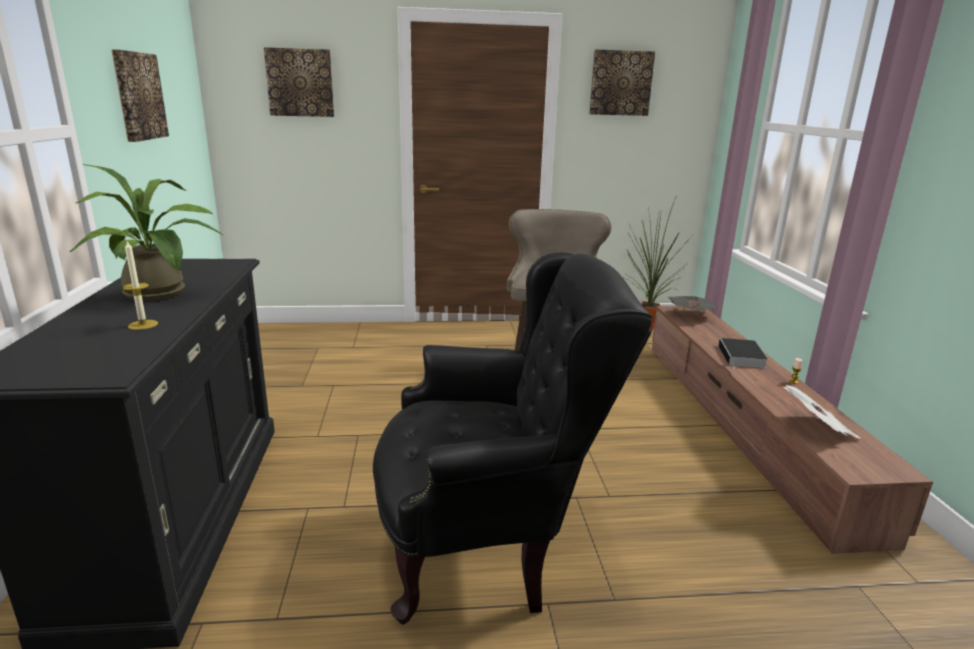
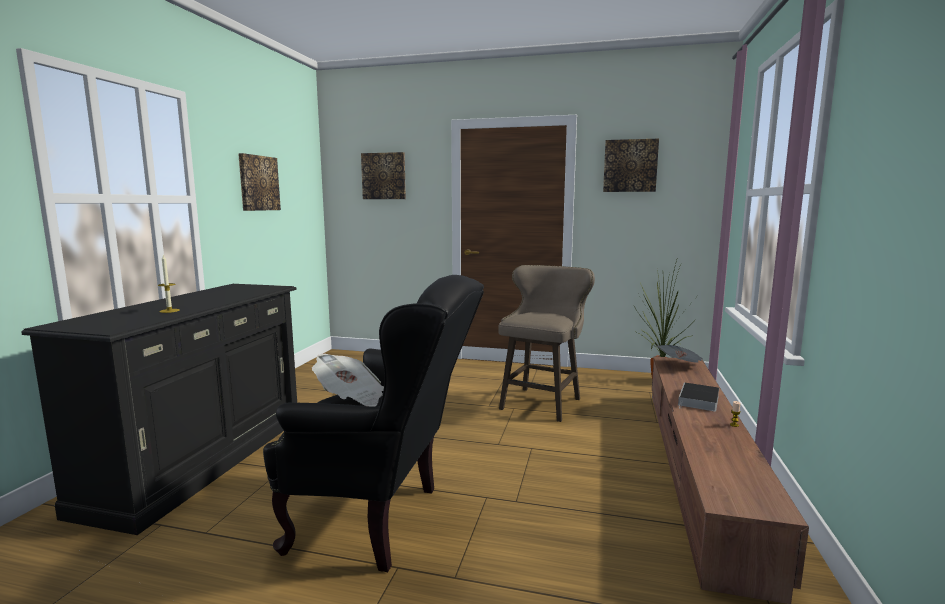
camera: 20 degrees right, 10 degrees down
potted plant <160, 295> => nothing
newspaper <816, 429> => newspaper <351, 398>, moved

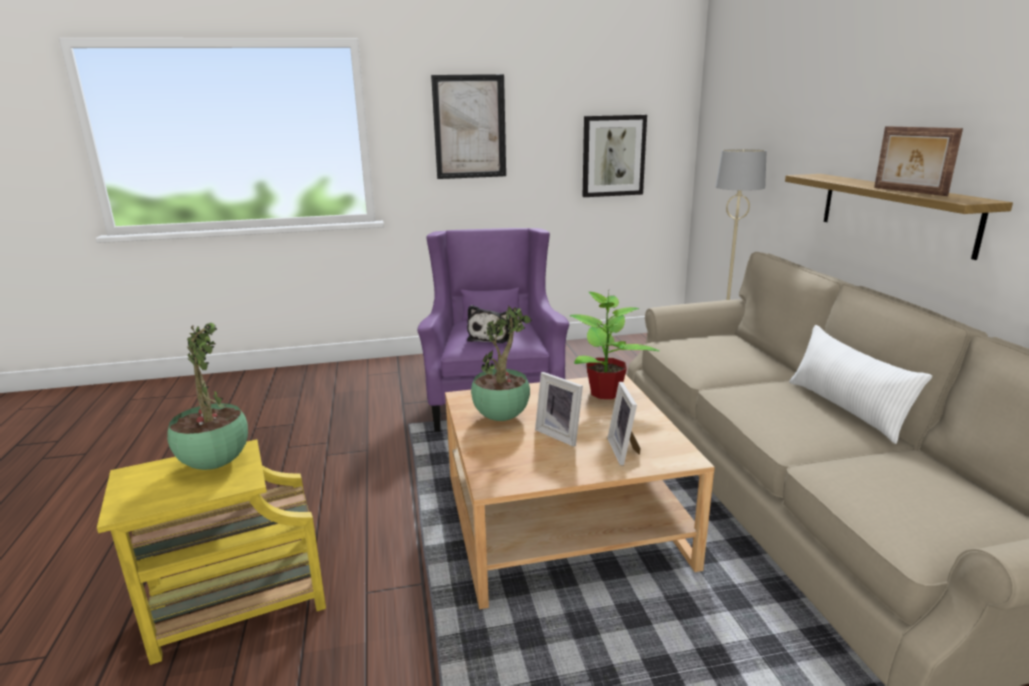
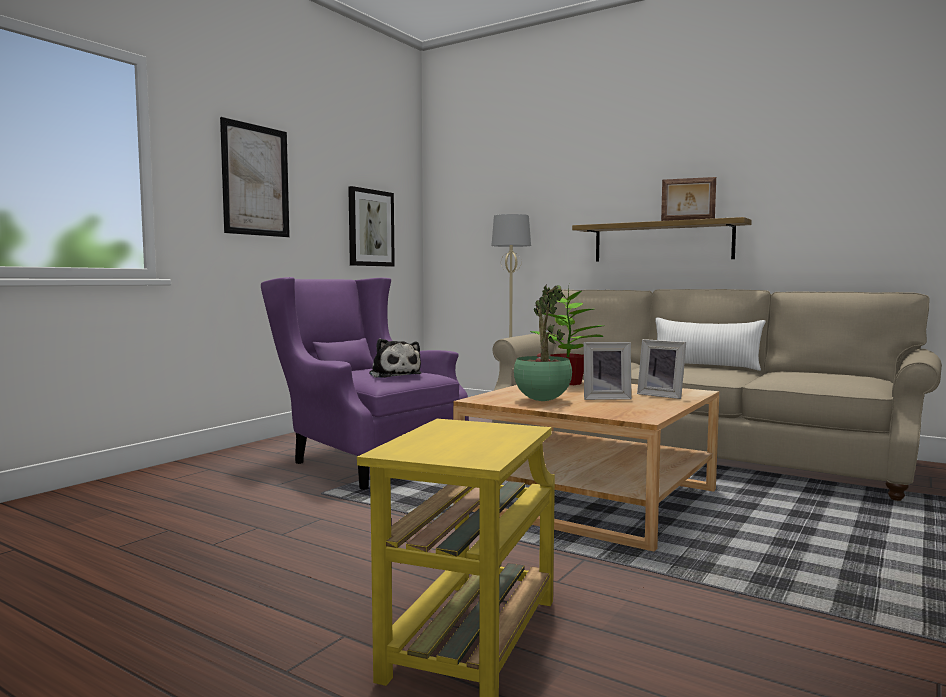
camera: 45 degrees left, 15 degrees down
potted plant <214, 463> => nothing

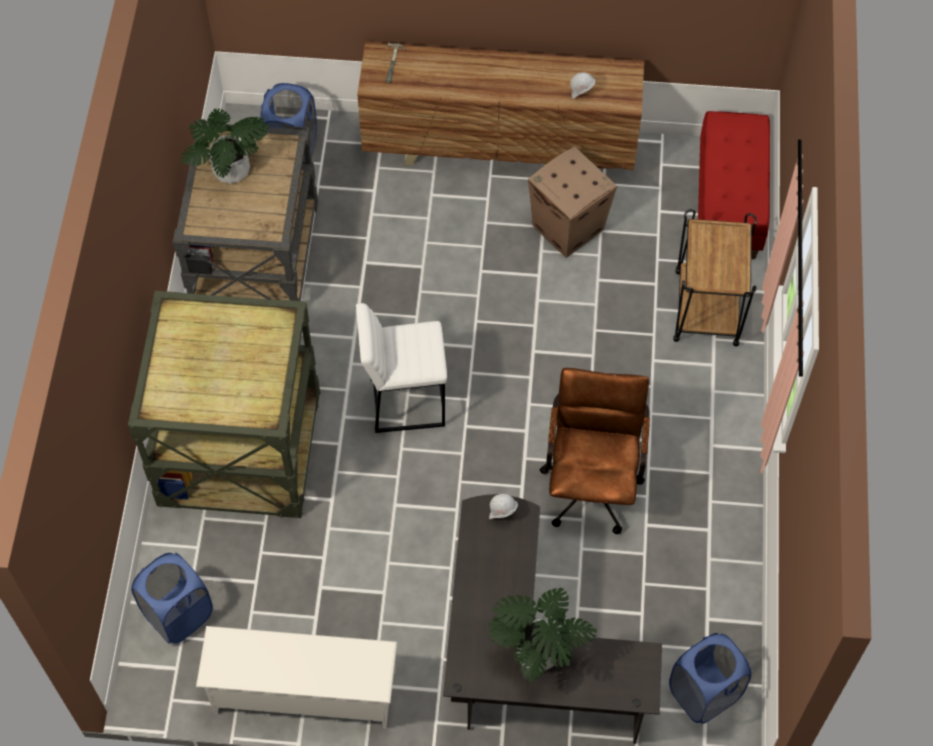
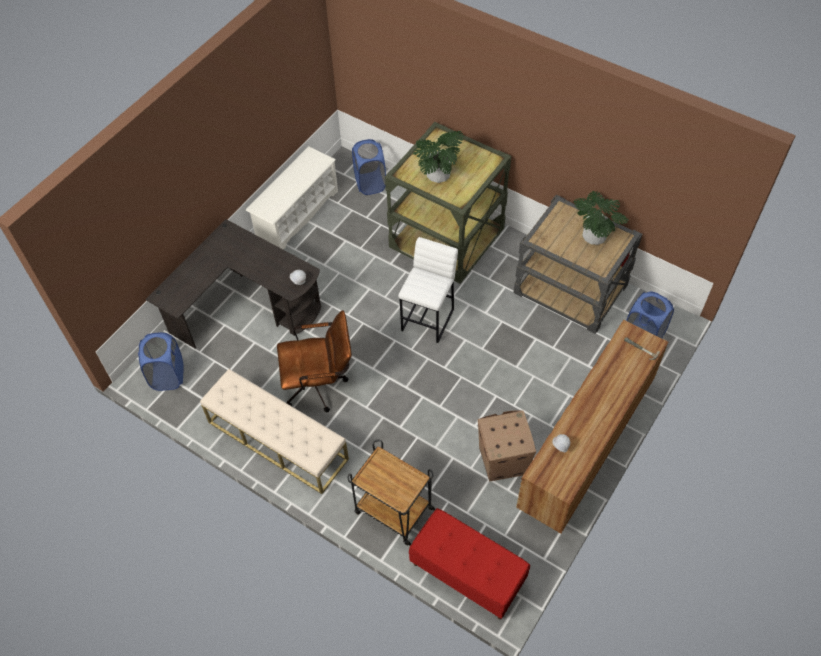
camera: 120 degrees right, 5 degrees down
nothing => beige bench <277, 440>
potted plant <537, 653> => potted plant <438, 175>, moved
brown office chair <592, 481> => brown office chair <320, 385>, 45 degrees counterclockwise

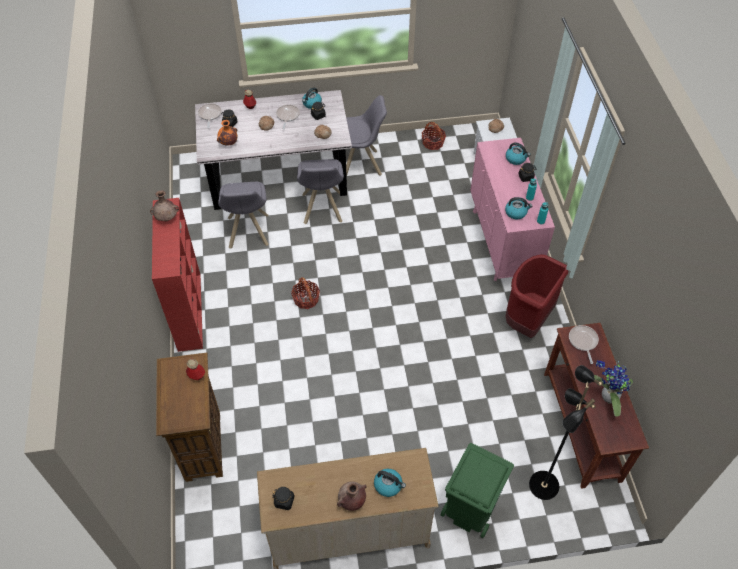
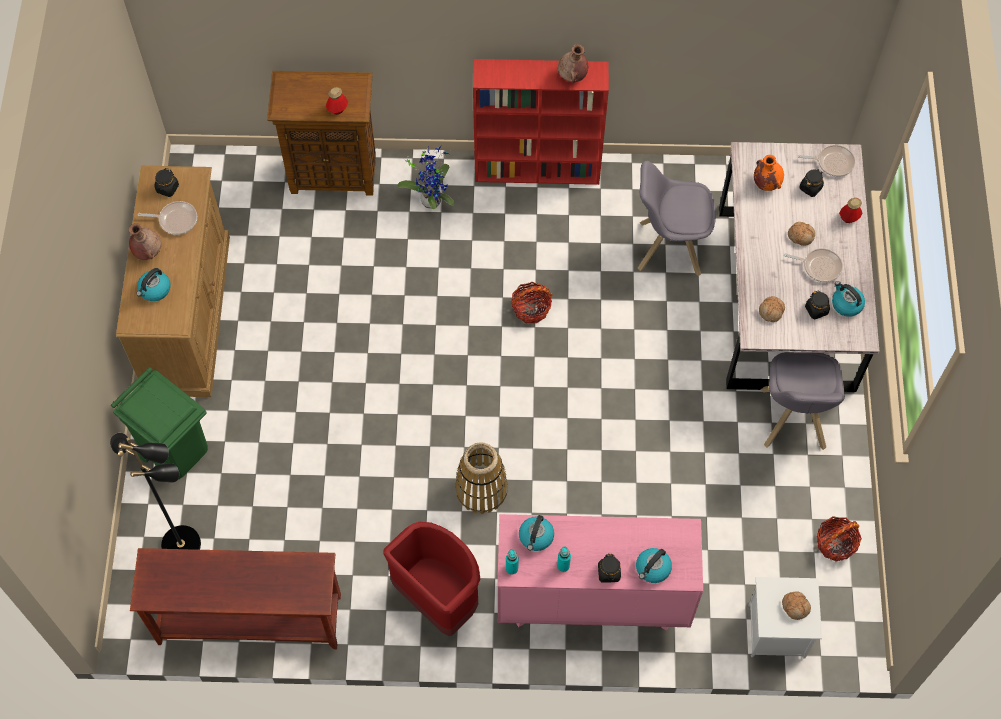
camera: 100 degrees right, 10 degrees up
grey chair <322, 208> => nothing
nothing => basket <481, 489>
frying pan <583, 341> => frying pan <176, 220>, moved
potted plant <607, 396> => potted plant <431, 198>, moved

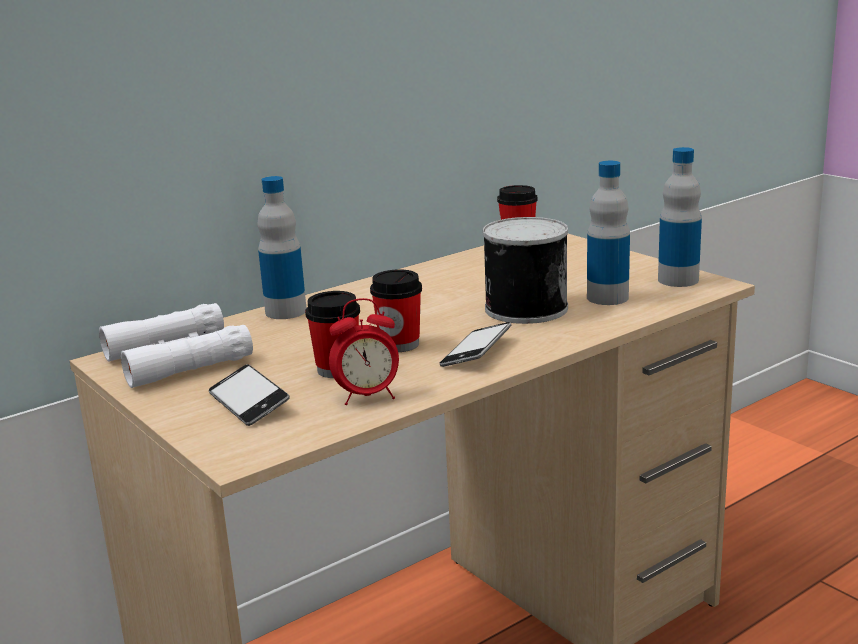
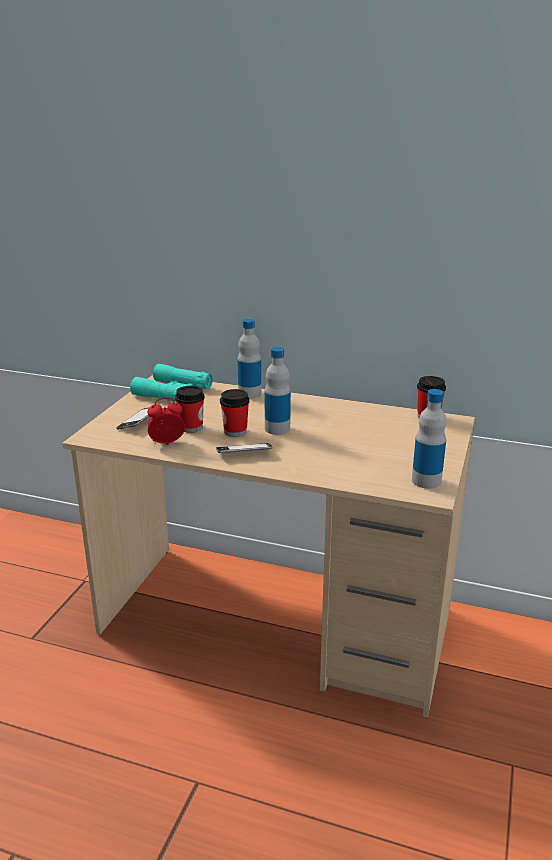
camera: 55 degrees right, 5 degrees up
can <524, 308> => nothing
bottle <607, 297> => bottle <277, 429>, moved
white binoculars <177, 358> => turquoise binoculars <172, 392>
alarm clock <368, 397> => alarm clock <167, 443>, 120 degrees clockwise

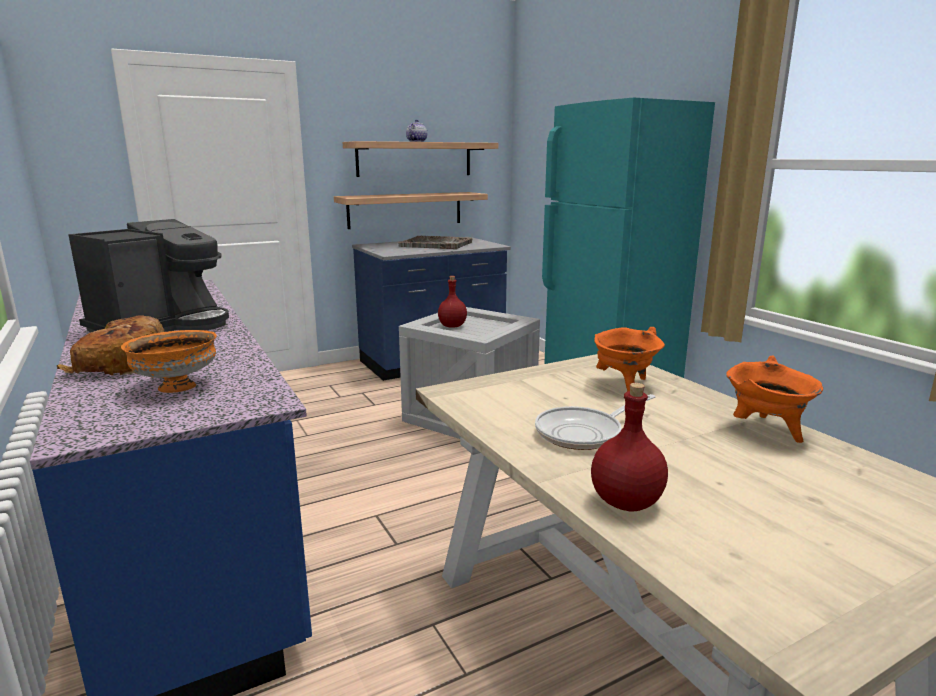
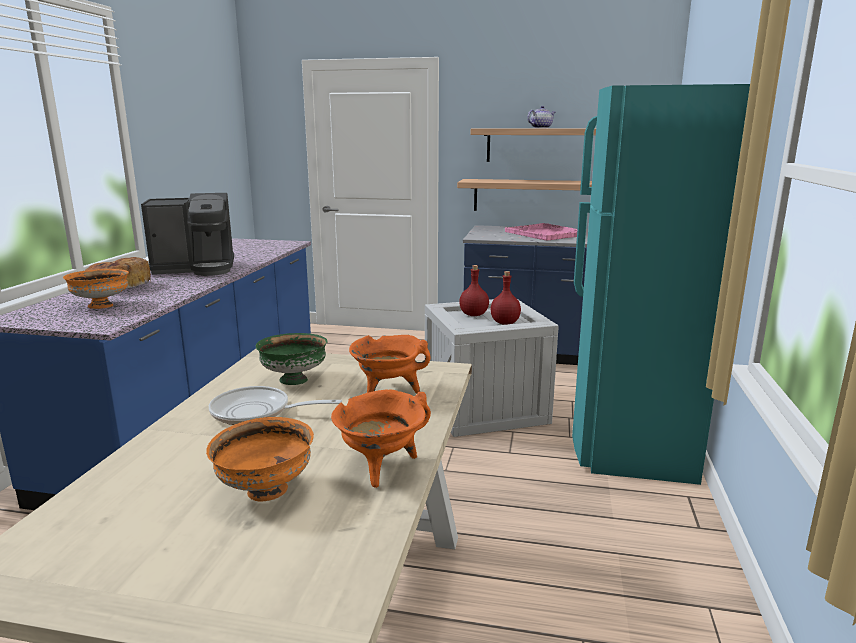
camera: 40 degrees right, 0 degrees up
nothing => orange bowl <266, 492>
nothing => green bowl <293, 380>
red bottle <627, 503> => red bottle <505, 323>, moved
grey tray <436, 244> => pink tray <544, 233>

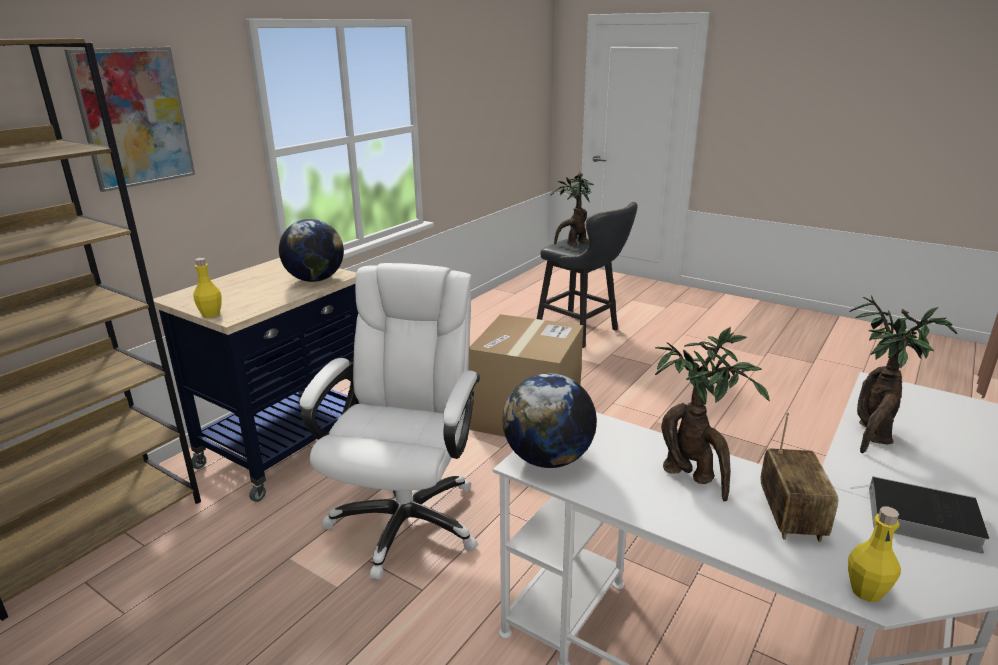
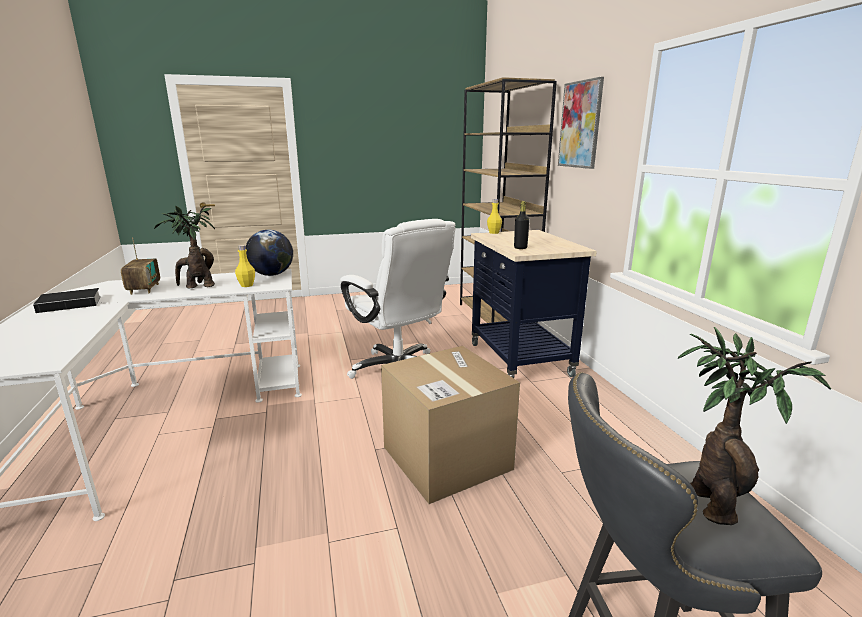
camera: 130 degrees right, 5 degrees down
potted plant <872, 436> => nothing
yellow bottle <866, 591> => yellow bottle <247, 285>, moved
globe <315, 279> => black bottle <520, 248>
radio <790, 517> => radio <144, 289>, 150 degrees counterclockwise

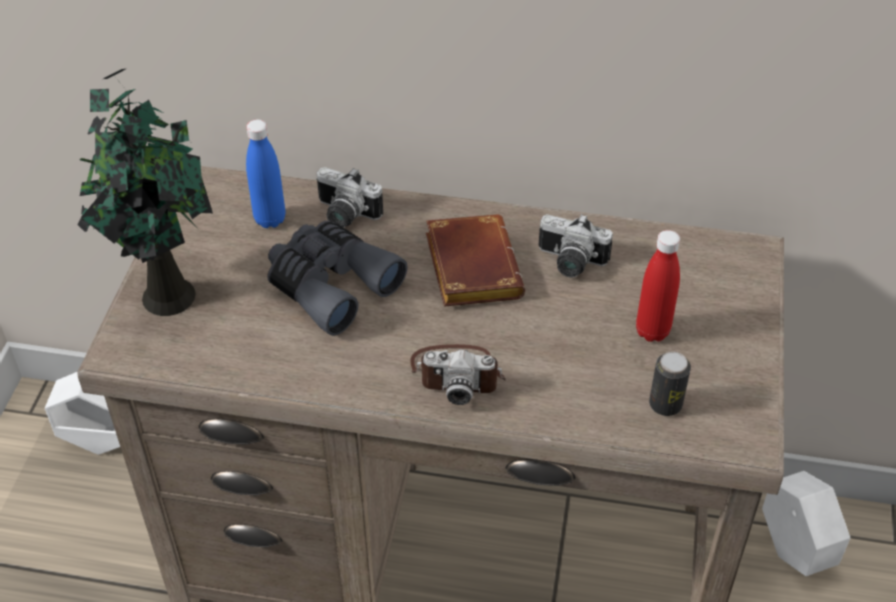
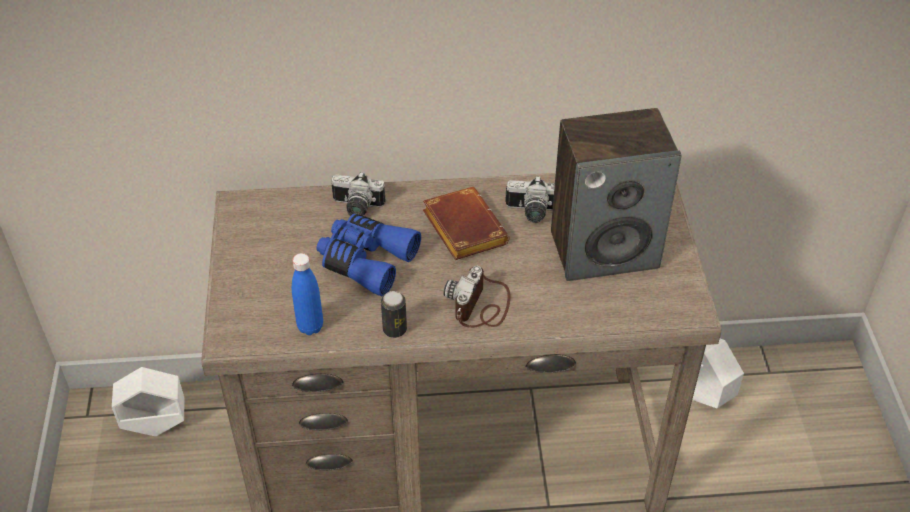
camera: 15 degrees left, 0 degrees up
potted plant <165, 293> => nothing
blue bottle <270, 219> => blue bottle <310, 326>, moved
can <665, 404> => can <394, 329>, moved
red bottle <652, 331> => speaker <604, 249>
grey binoculars <330, 285> => blue binoculars <366, 260>
photo camera <457, 373> => photo camera <481, 305>, 120 degrees clockwise

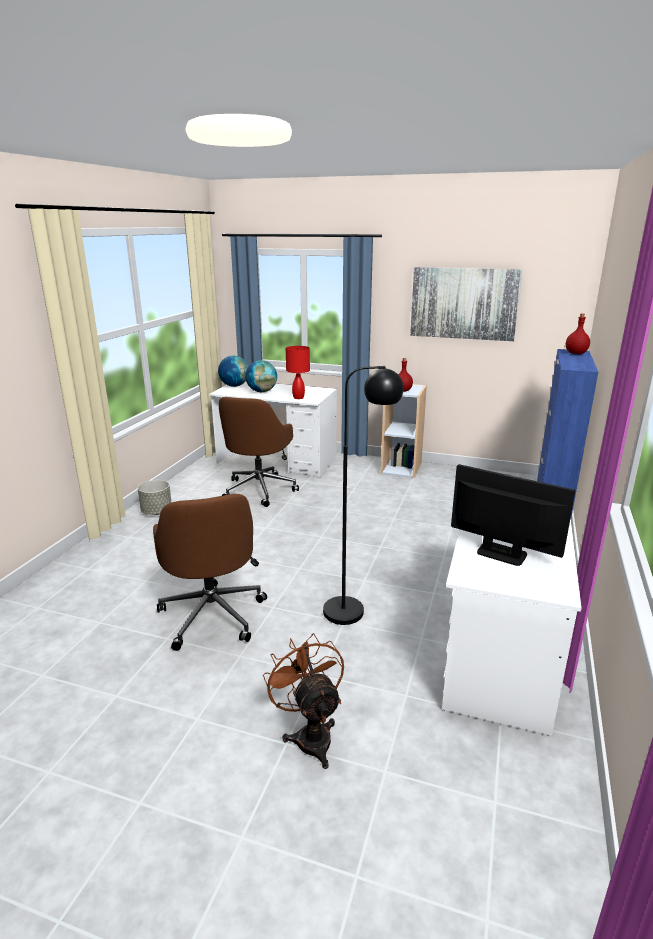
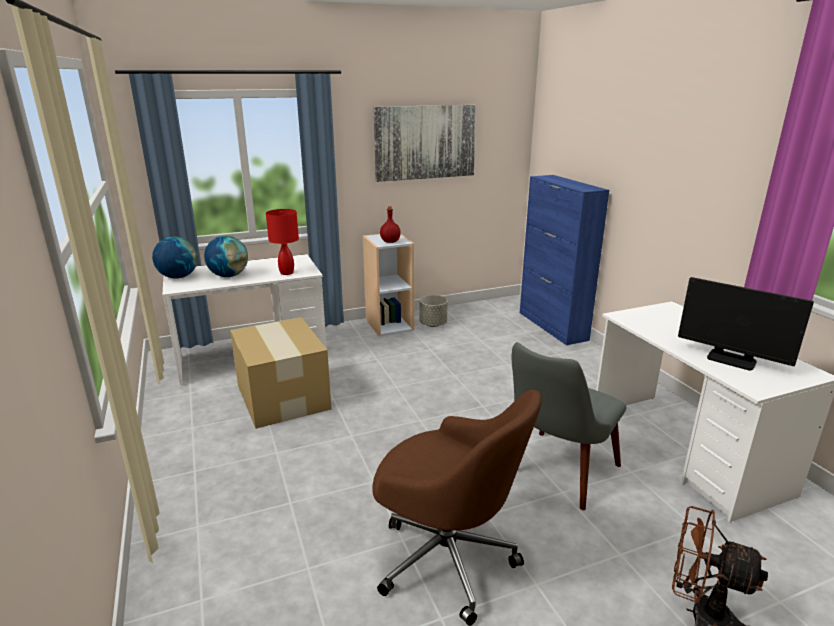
camera: 40 degrees left, 0 degrees up
red bottle <575, 353> => nothing
grey planter <157, 511> => grey planter <433, 324>, moved
brown office chair <259, 490> => cardboard box <282, 398>
black floor lamp <355, 610> => grey chair <555, 476>
monitor <501, 553> => monitor <731, 359>, 135 degrees counterclockwise

